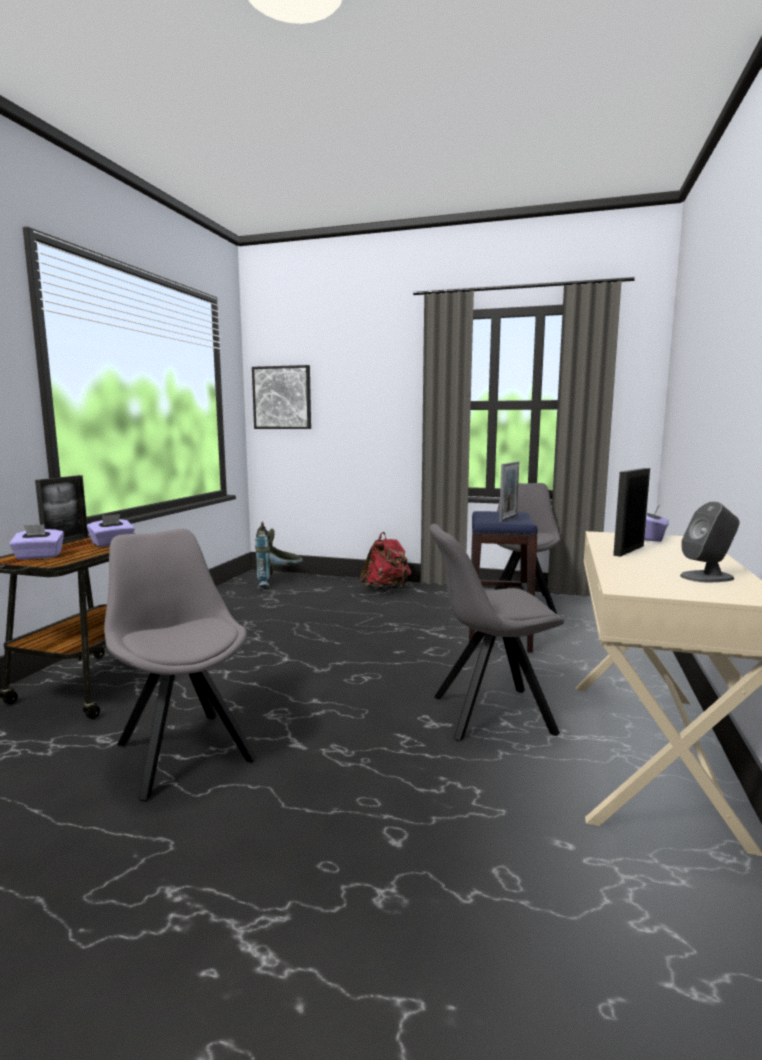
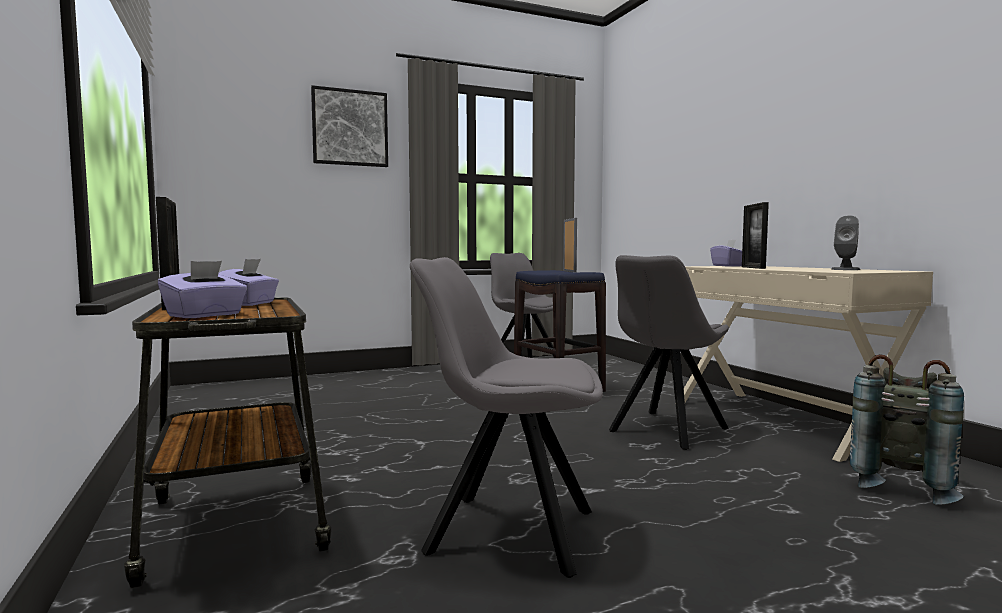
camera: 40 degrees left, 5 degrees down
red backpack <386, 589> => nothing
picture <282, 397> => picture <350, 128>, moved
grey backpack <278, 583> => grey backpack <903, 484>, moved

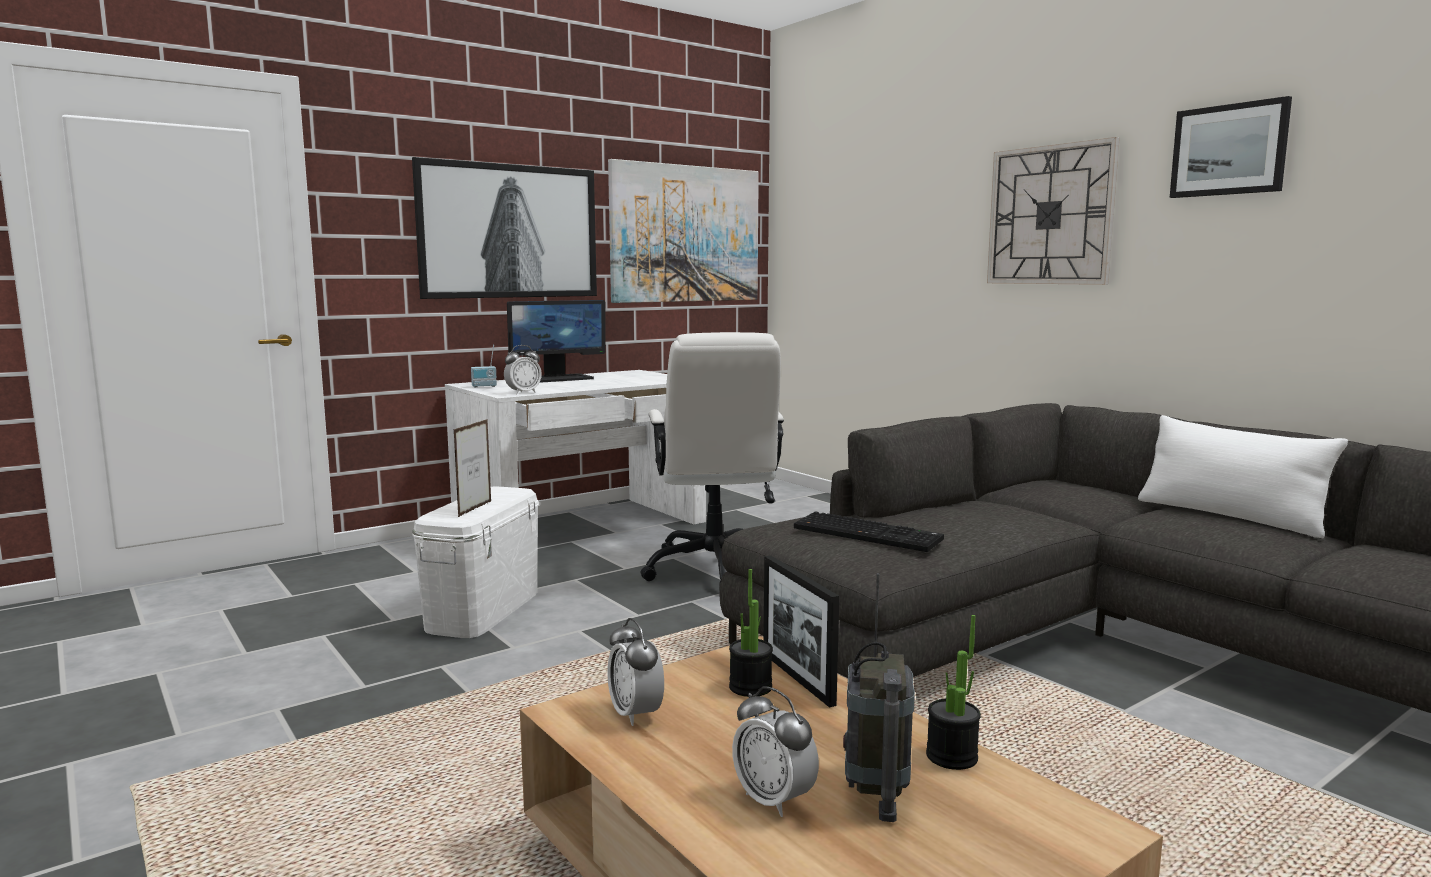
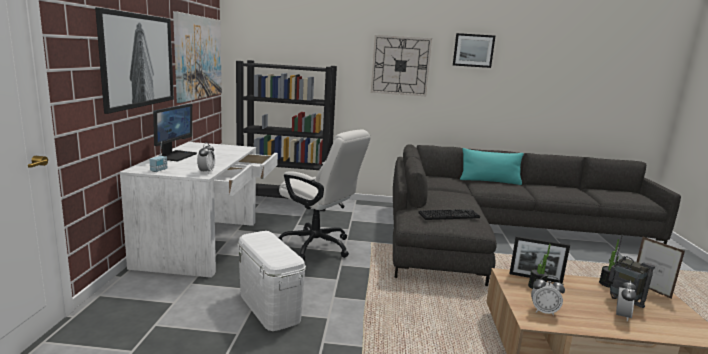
camera: 50 degrees left, 5 degrees up
nothing => black bookcase <285, 201>
picture frame <475, 509> => picture frame <650, 290>, moved
white pillow <1229, 516> => turquoise pillow <489, 181>
alarm clock <774, 800> => alarm clock <621, 316>, 60 degrees counterclockwise

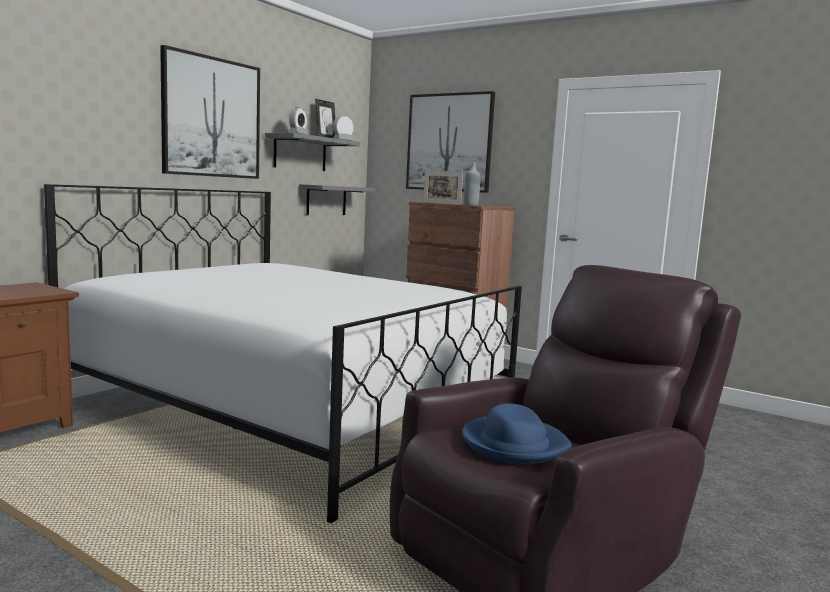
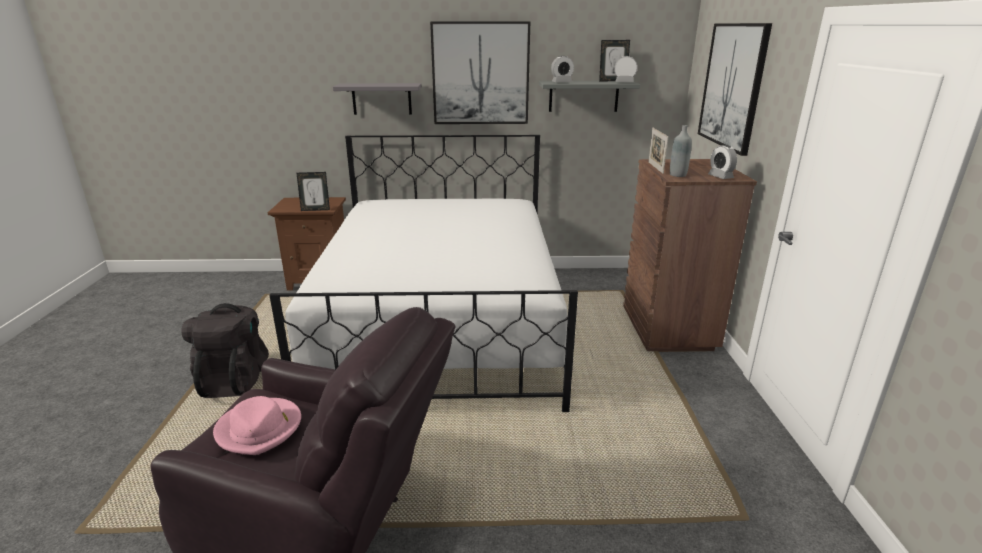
camera: 55 degrees right, 15 degrees up
nothing => black backpack <235, 379>
nothing => picture frame <315, 209>
nothing => alarm clock <720, 177>
grey shelf <326, 200> => grey shelf <381, 99>, moved
blue hat <513, 444> => pink hat <260, 429>

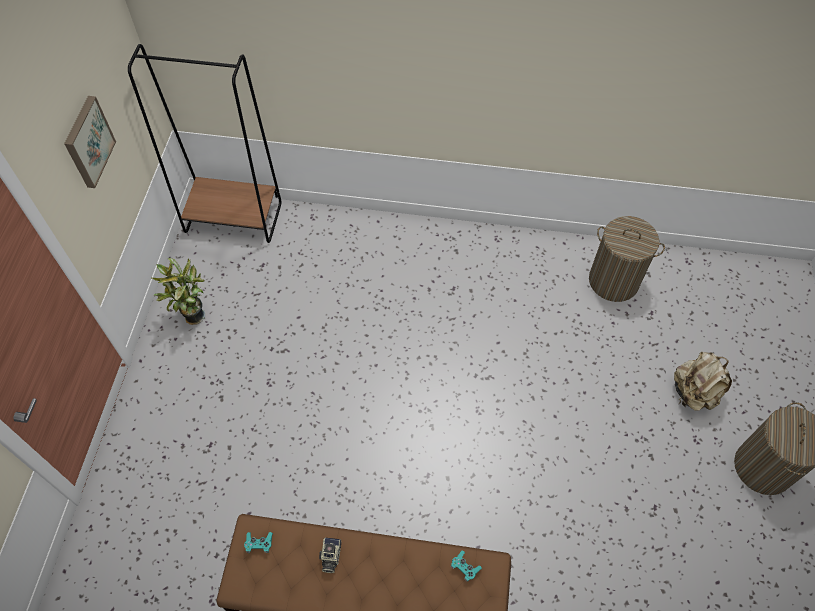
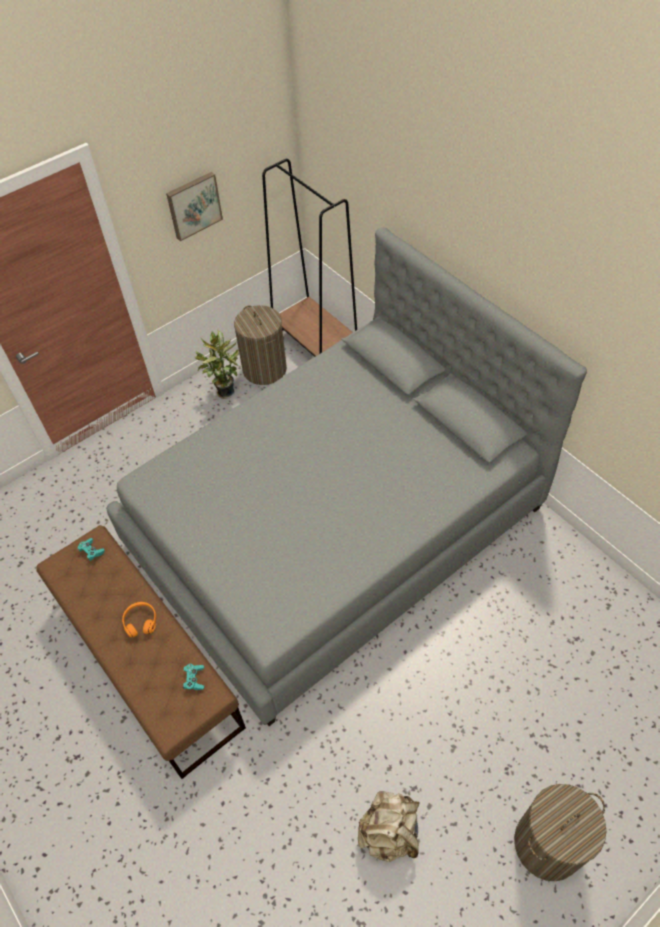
camera: 45 degrees right, 5 degrees down
photo camera <330, 557> => nothing
nothing => grey bed <335, 526>
nothing => orange headphones <140, 621>
laundry basket <613, 281> => laundry basket <264, 369>, moved
beige backpack <693, 393> => beige backpack <390, 832>, moved

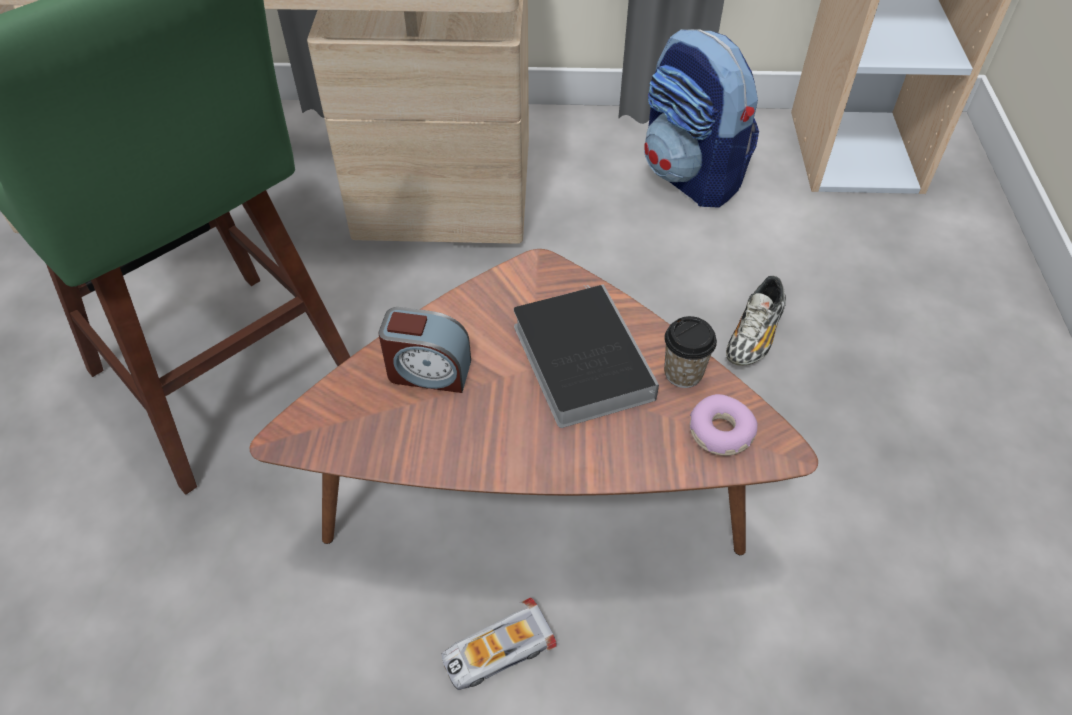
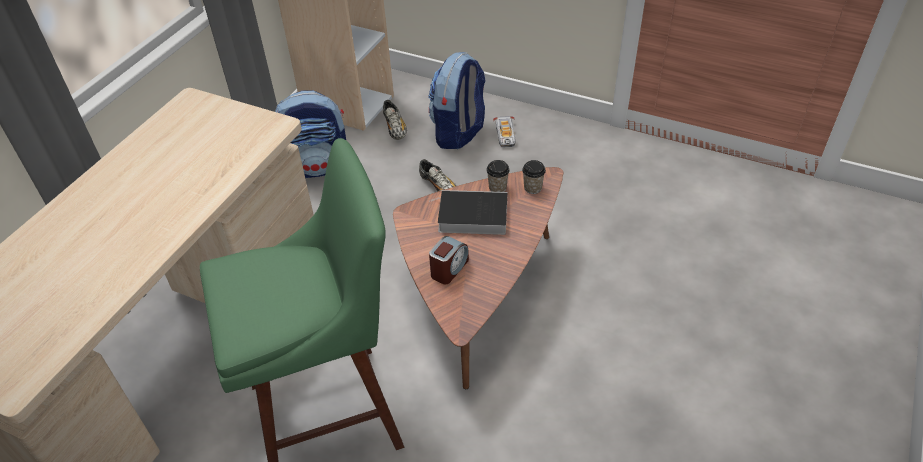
camera: 65 degrees left, 5 degrees down
nothing => shoe <395, 128>
nothing => backpack <459, 133>
toy car <497, 651> => toy car <505, 135>, moved
donut <720, 432> => cup <533, 188>

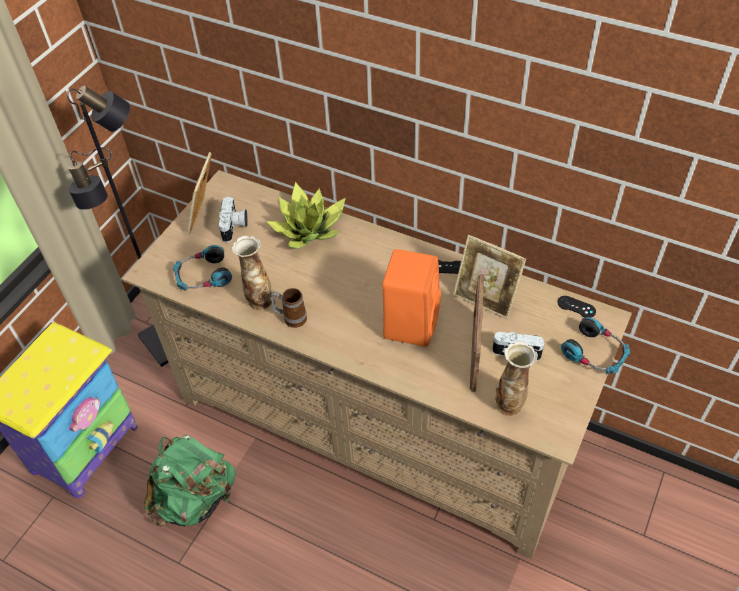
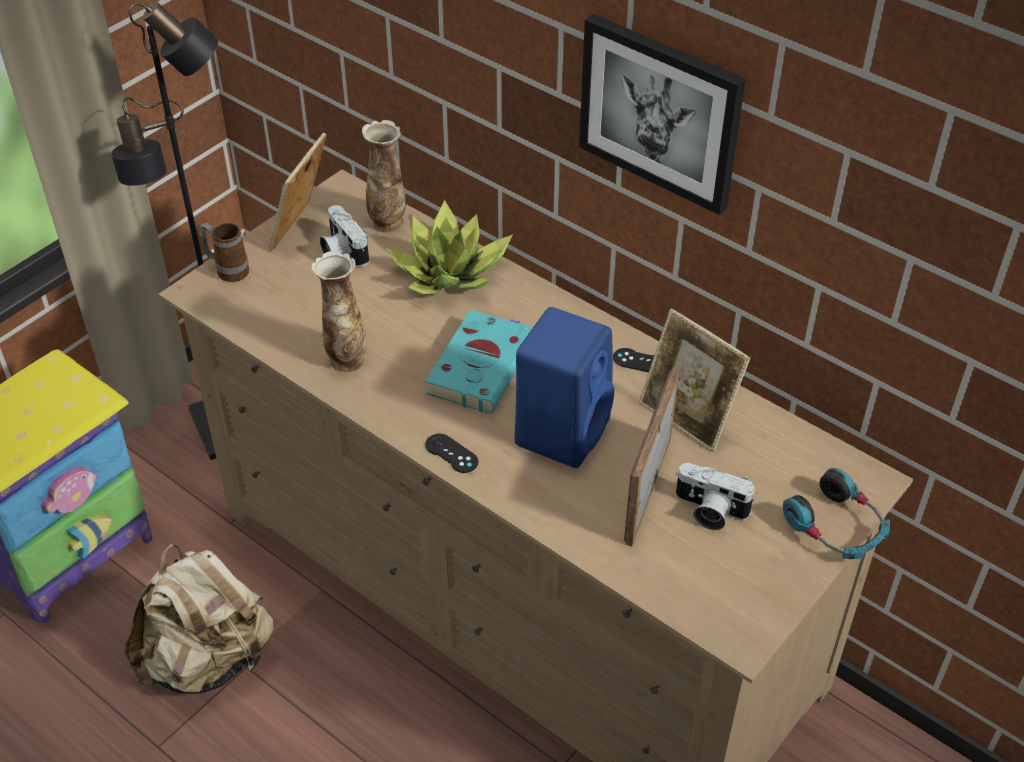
camera: 10 degrees right, 5 degrees down
headphones <203, 276> => nothing
nothing => turquoise book <482, 364>
nothing => picture <661, 112>
mug <290, 318> => mug <227, 270>, moved
vase <509, 405> => vase <387, 222>, moved
black game controller <576, 307> => black game controller <451, 453>, moved
green backpack <195, 499> => beige backpack <208, 659>
orange speaker <411, 322> => blue speaker <563, 430>
photo camera <235, 227> => photo camera <341, 251>, 135 degrees clockwise

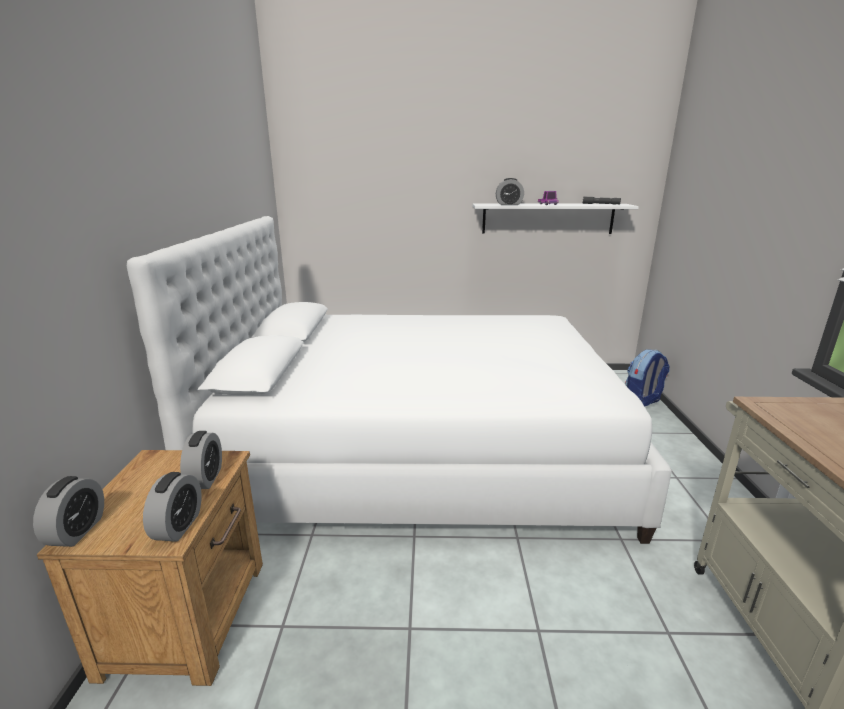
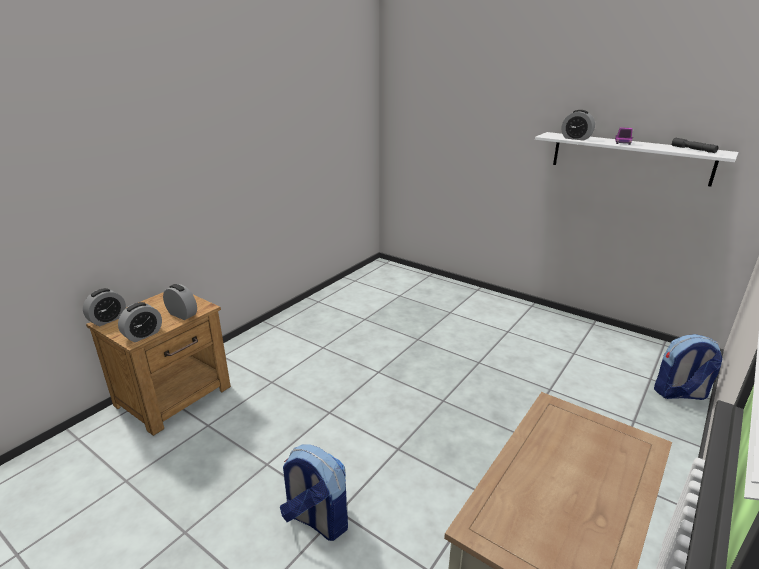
camera: 35 degrees right, 5 degrees up
white bed <420, 451> => nothing
nothing => backpack <316, 520>
alarm clock <205, 478> => alarm clock <182, 314>, 90 degrees counterclockwise

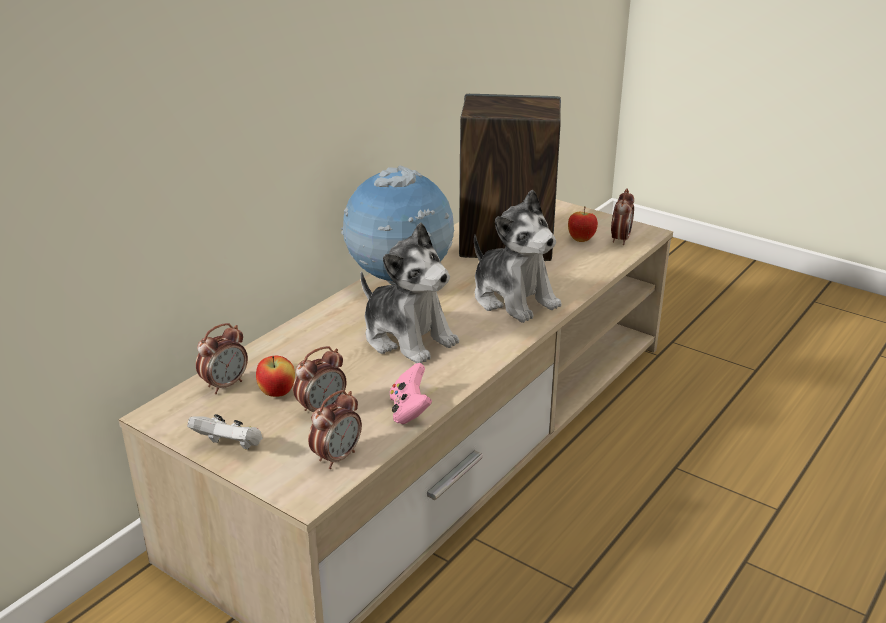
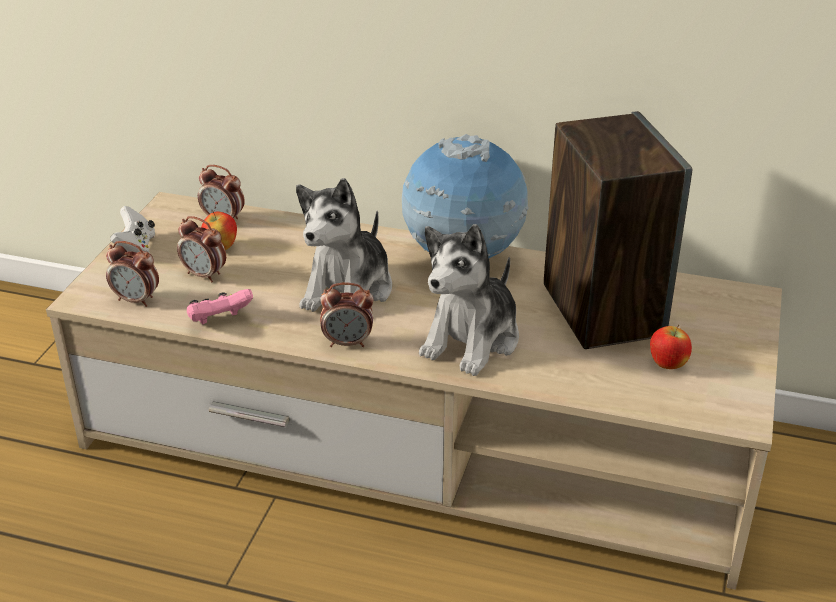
camera: 70 degrees right, 5 degrees up
alarm clock <620, 239> => alarm clock <348, 343>, moved

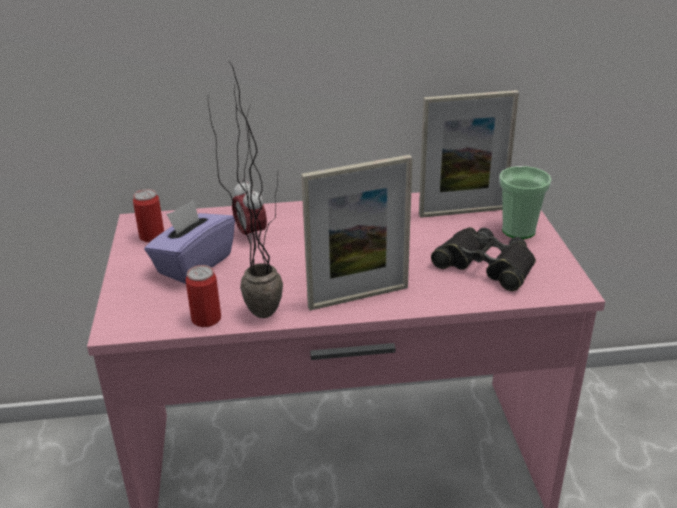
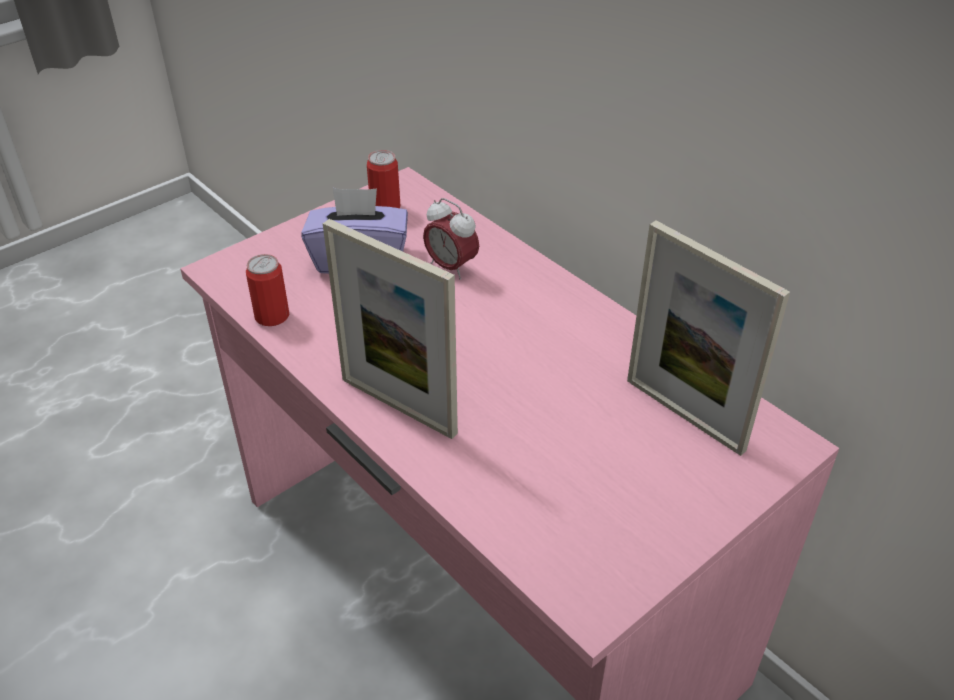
camera: 55 degrees right, 10 degrees up
potted plant <258, 306> => nothing
black binoculars <485, 265> => nothing
cup <518, 230> => nothing
alarm clock <251, 234> => alarm clock <451, 267>, 75 degrees counterclockwise

